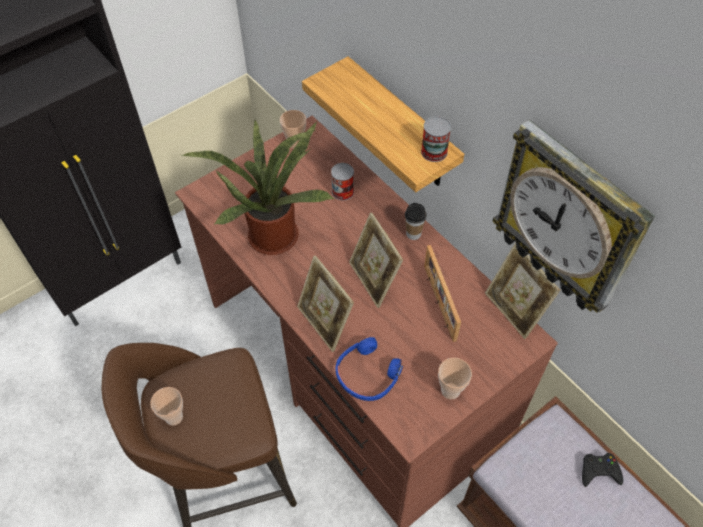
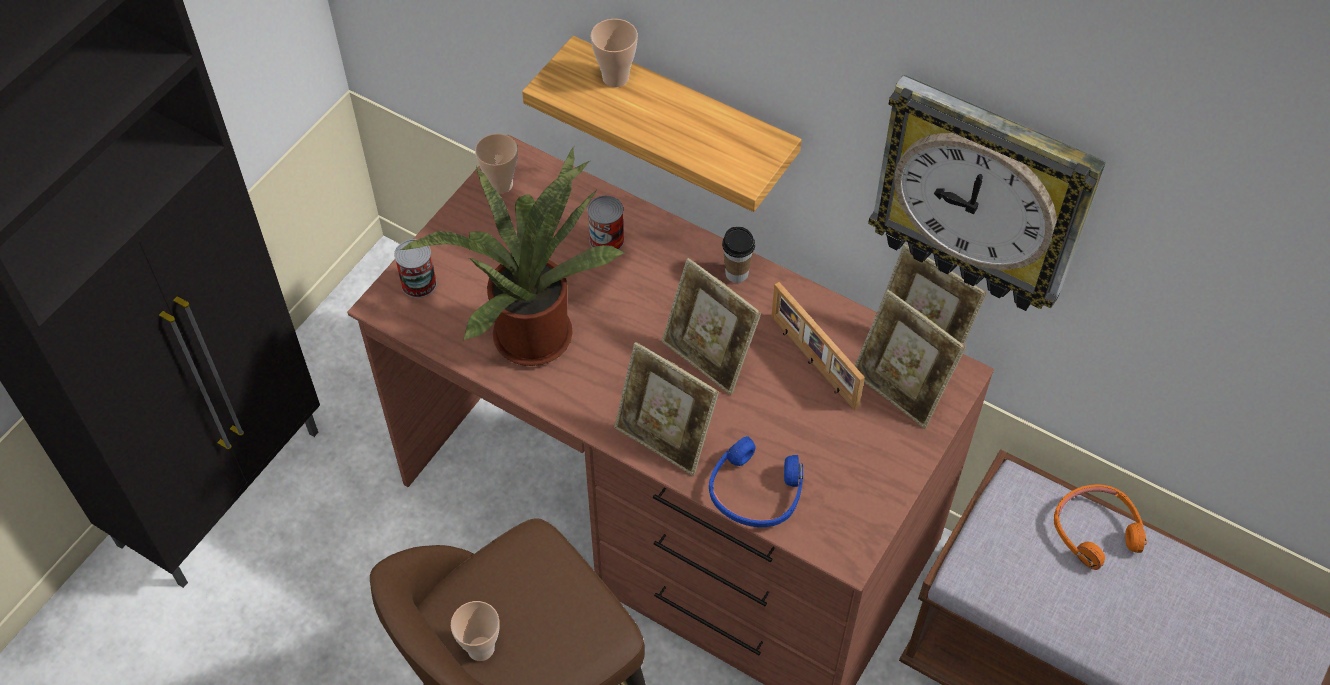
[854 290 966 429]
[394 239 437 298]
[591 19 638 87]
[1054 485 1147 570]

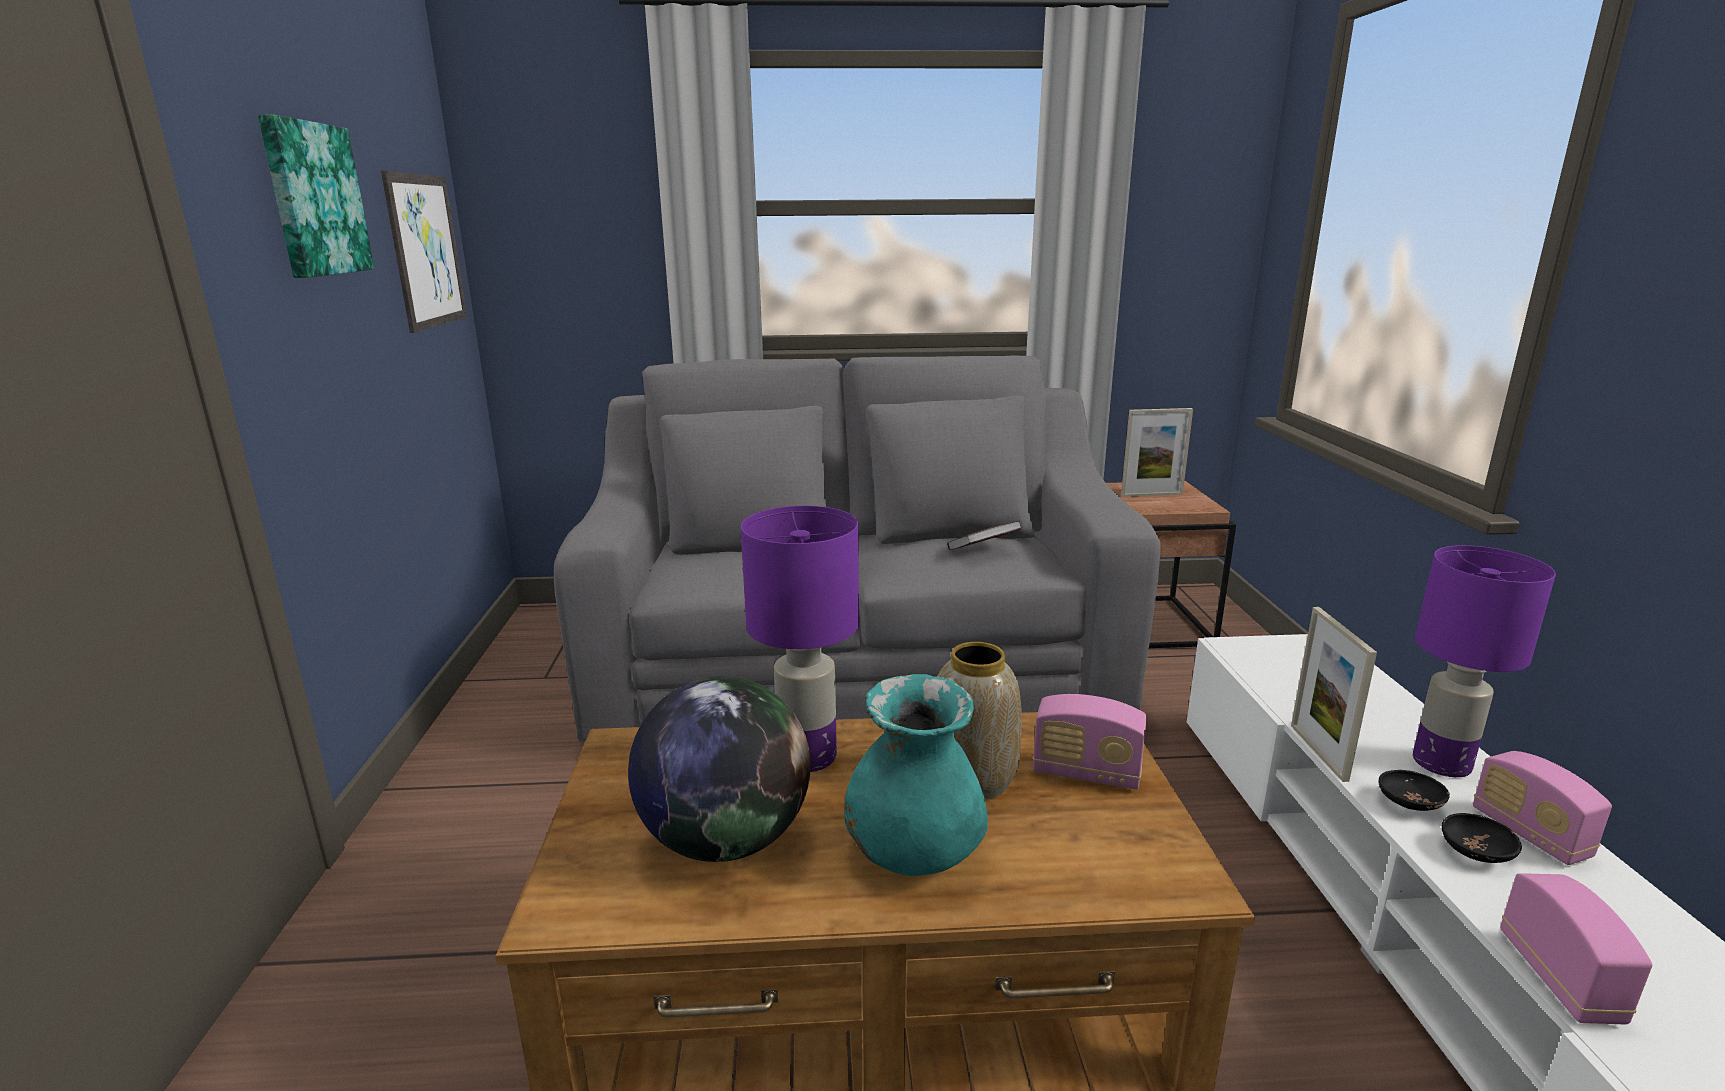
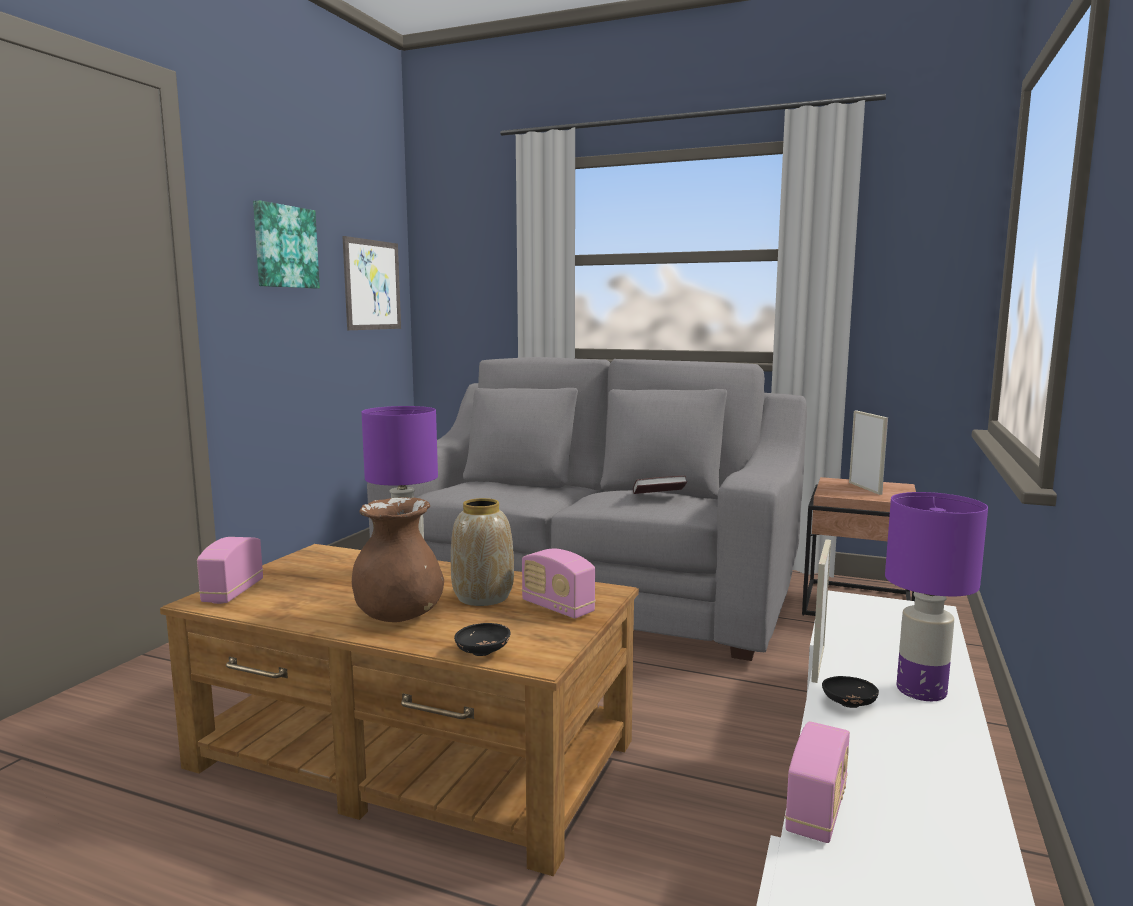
[628 676 811 862] (first image)
[454 623 510 656]
[197 537 263 604]
[352 497 444 622]
[849 411 888 495]

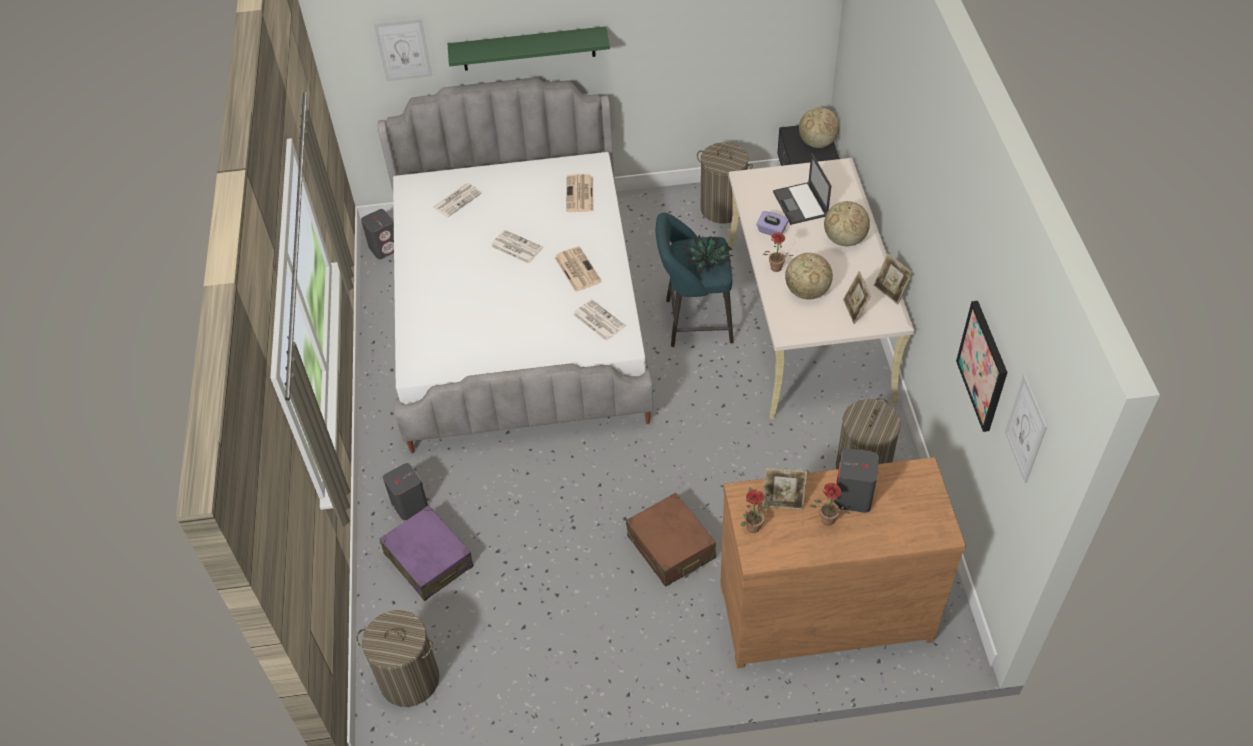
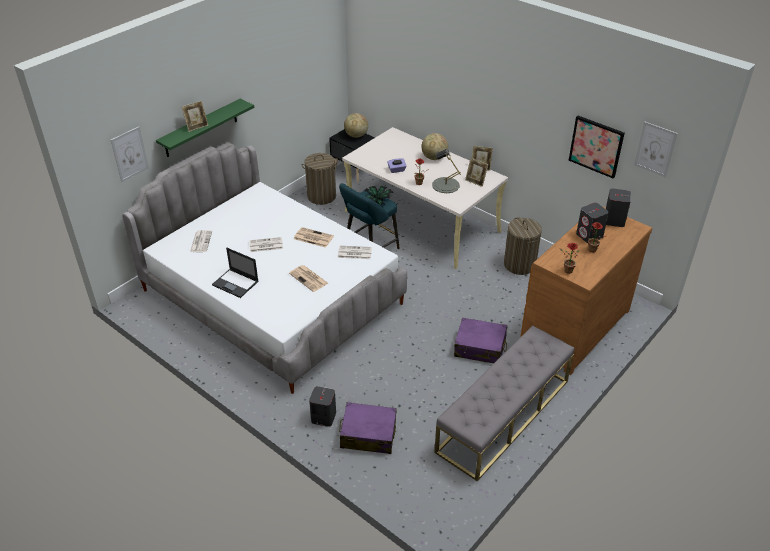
[356 610 439 707] (first image)
[434 326 575 481]
[606 188 631 227]
[289 265 328 292]
[182 101 208 132]
[212 247 259 298]
[432 149 461 193]
[454 318 507 363]

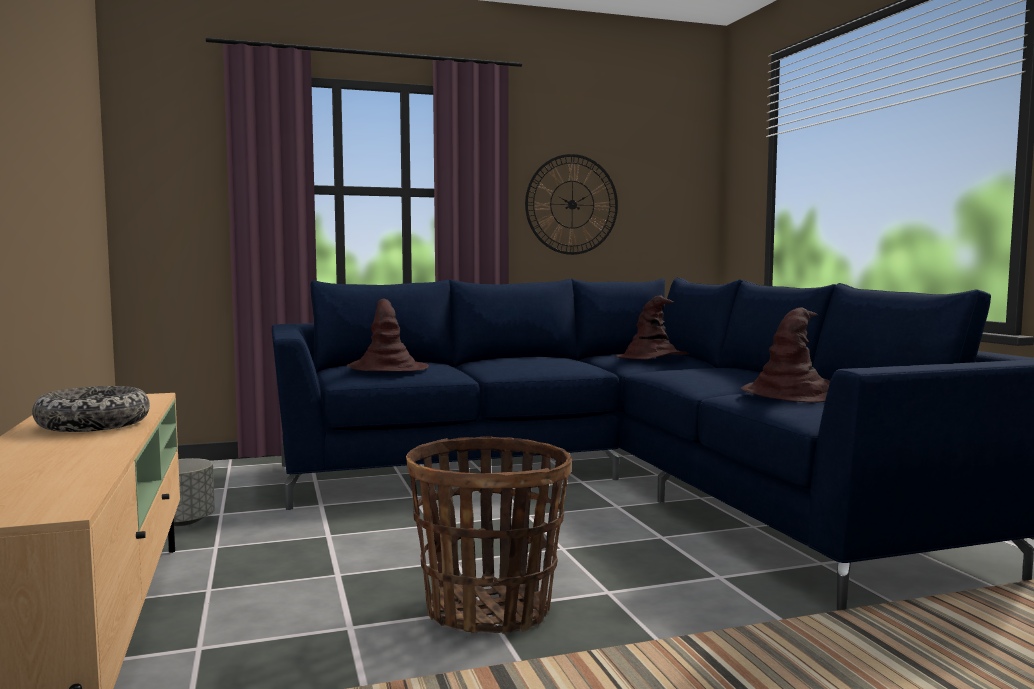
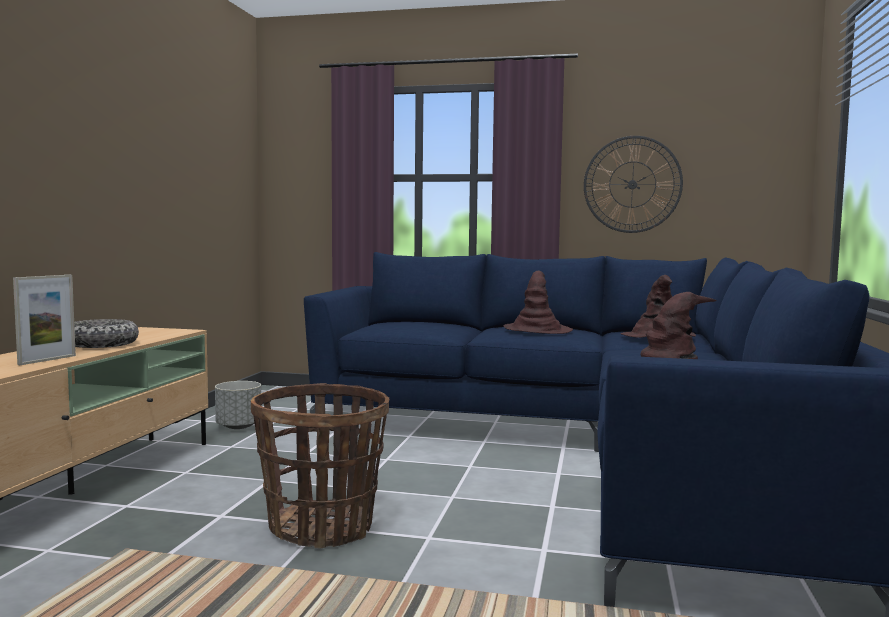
[13 275 76 365]
[503 270 573 334]

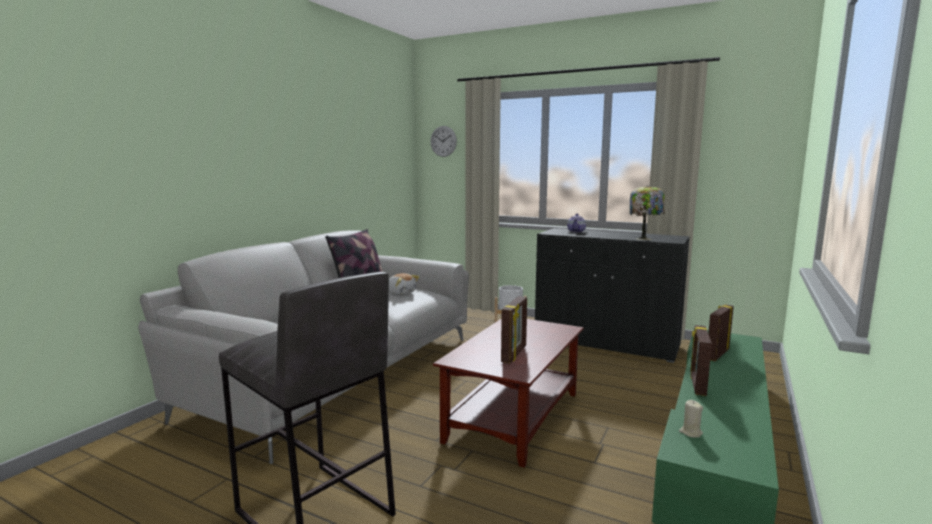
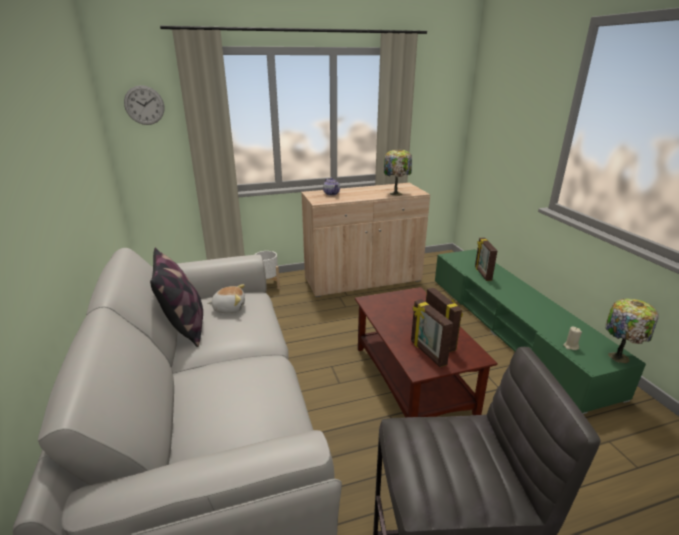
[606 299 659 363]
[411 299 453 367]
[301 183 430 297]

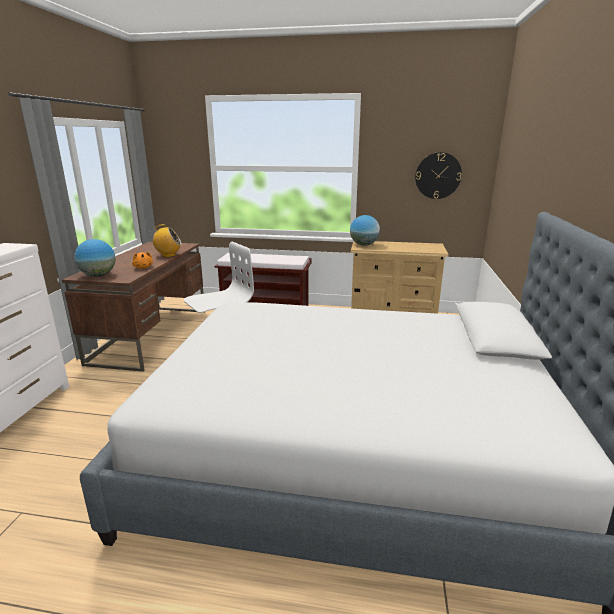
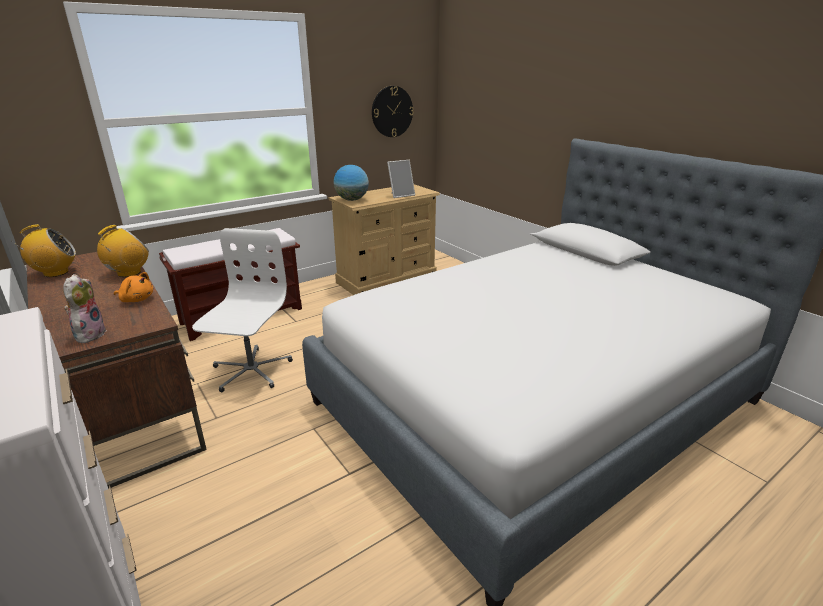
[11 224 76 277]
[387 160 415 198]
[63 274 107 343]

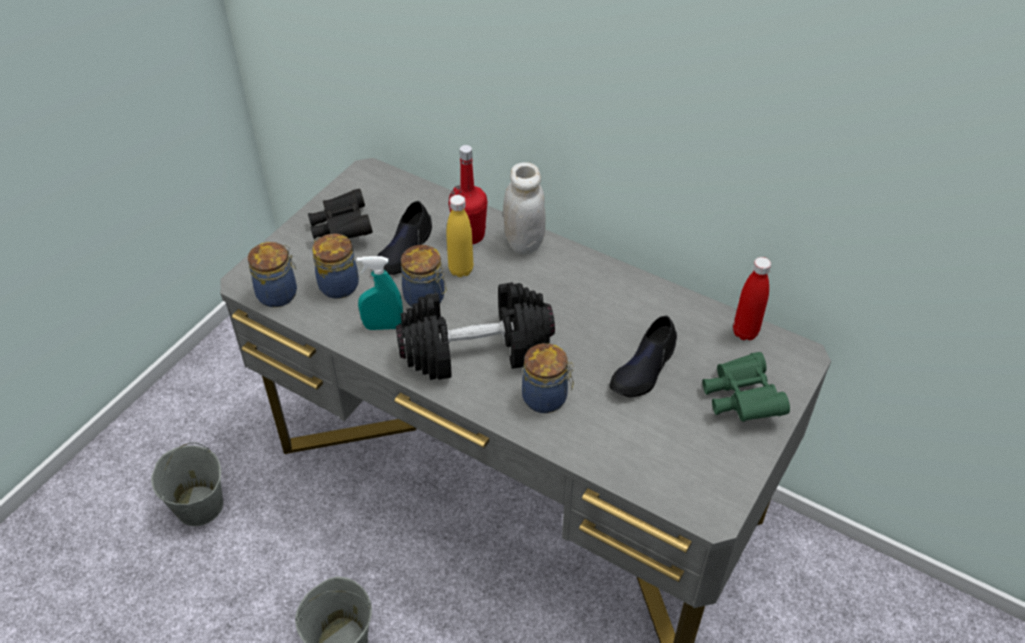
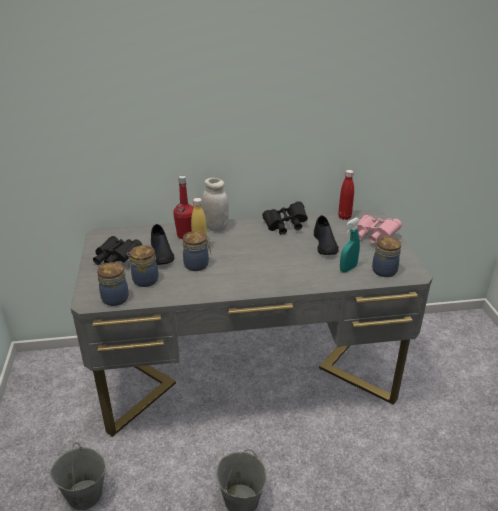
[396 282 555 380] (first image)
[262 201 308 235]
[340 218 360 273]
[372 237 401 277]
[357 215 402 243]

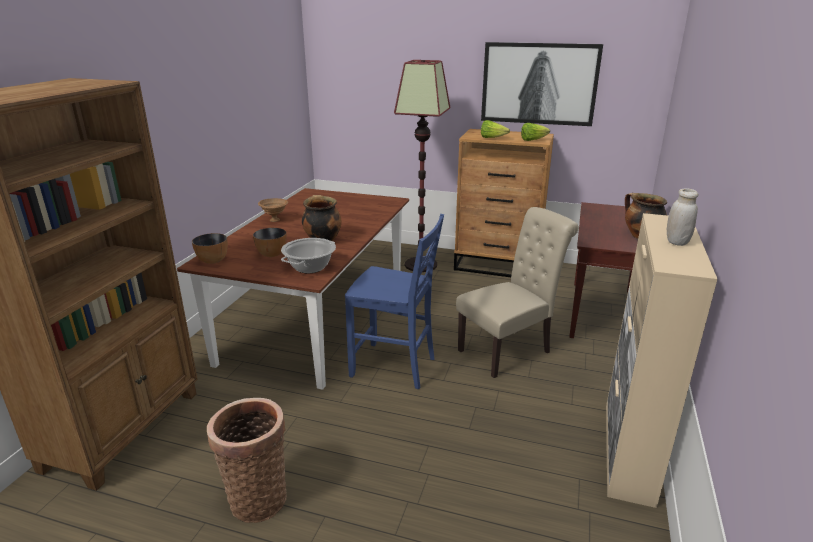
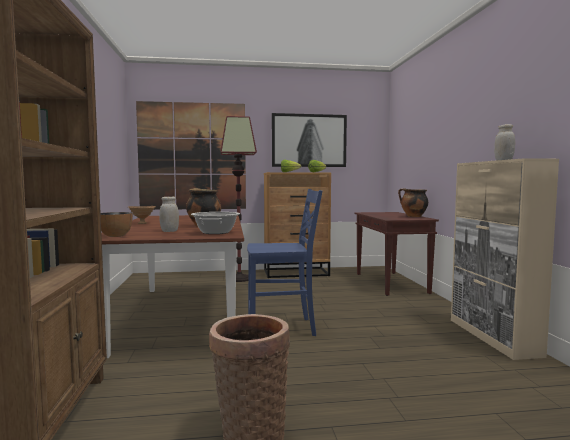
[456 207 579 378] (first image)
[136 101 246 210]
[159 196 179 232]

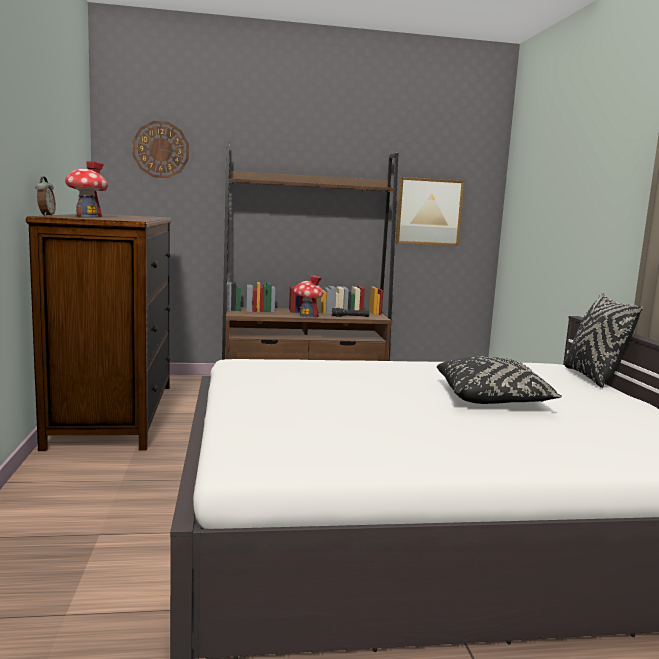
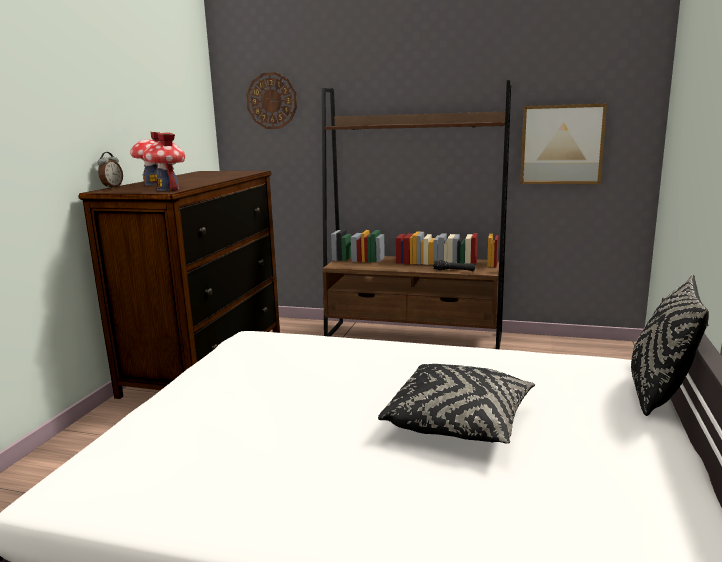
[142 132 185 191]

